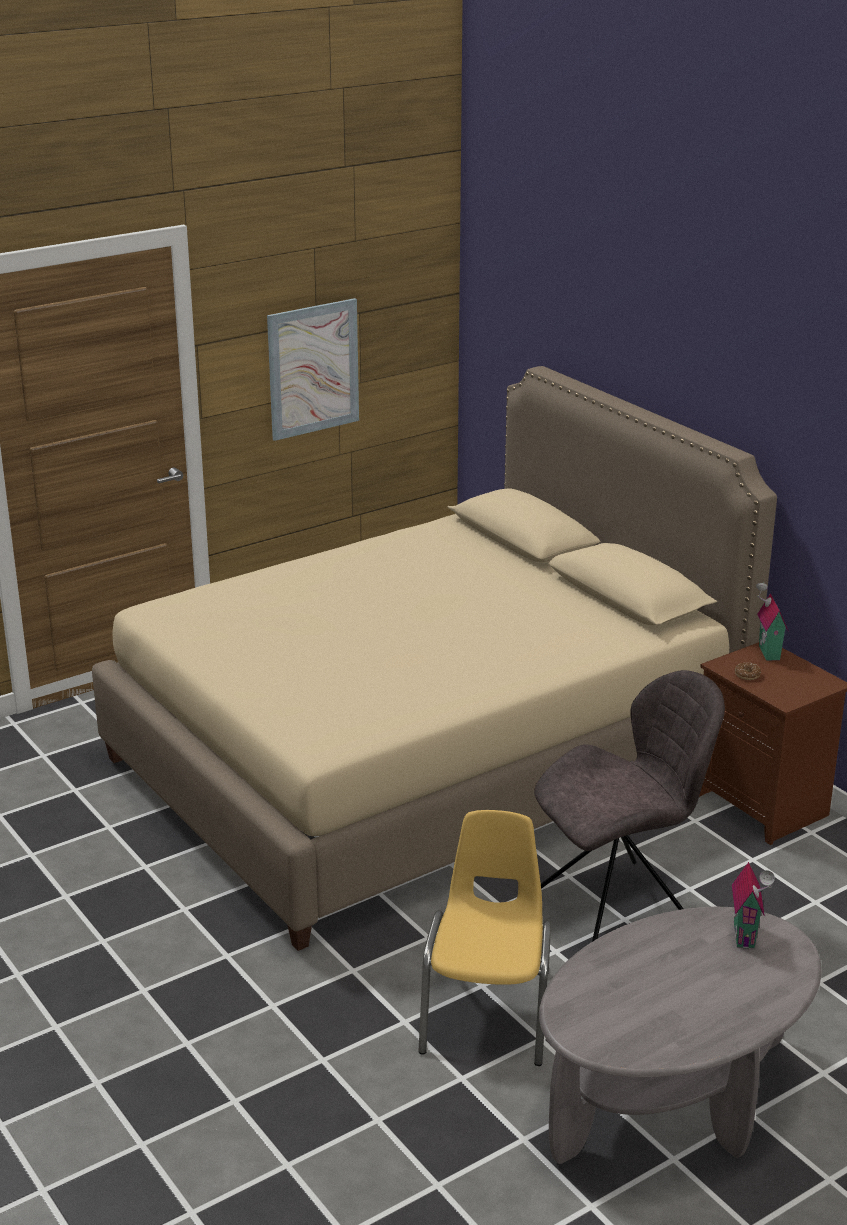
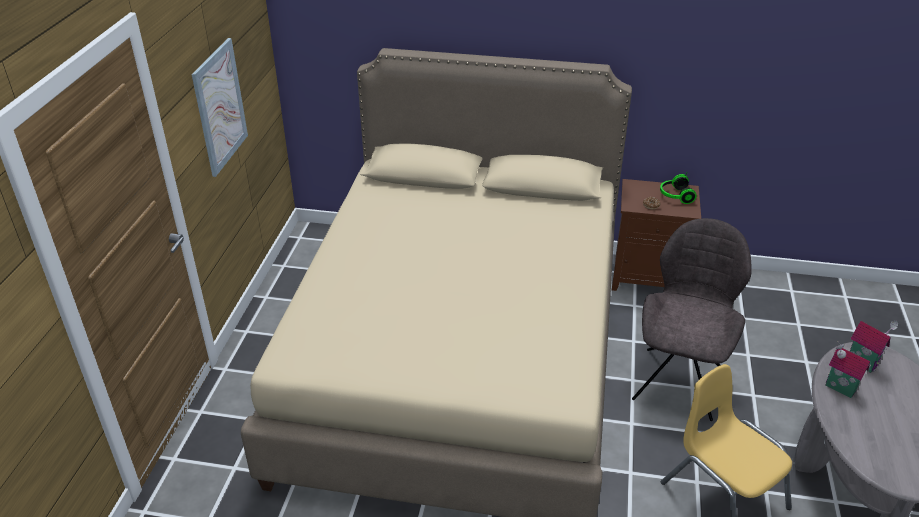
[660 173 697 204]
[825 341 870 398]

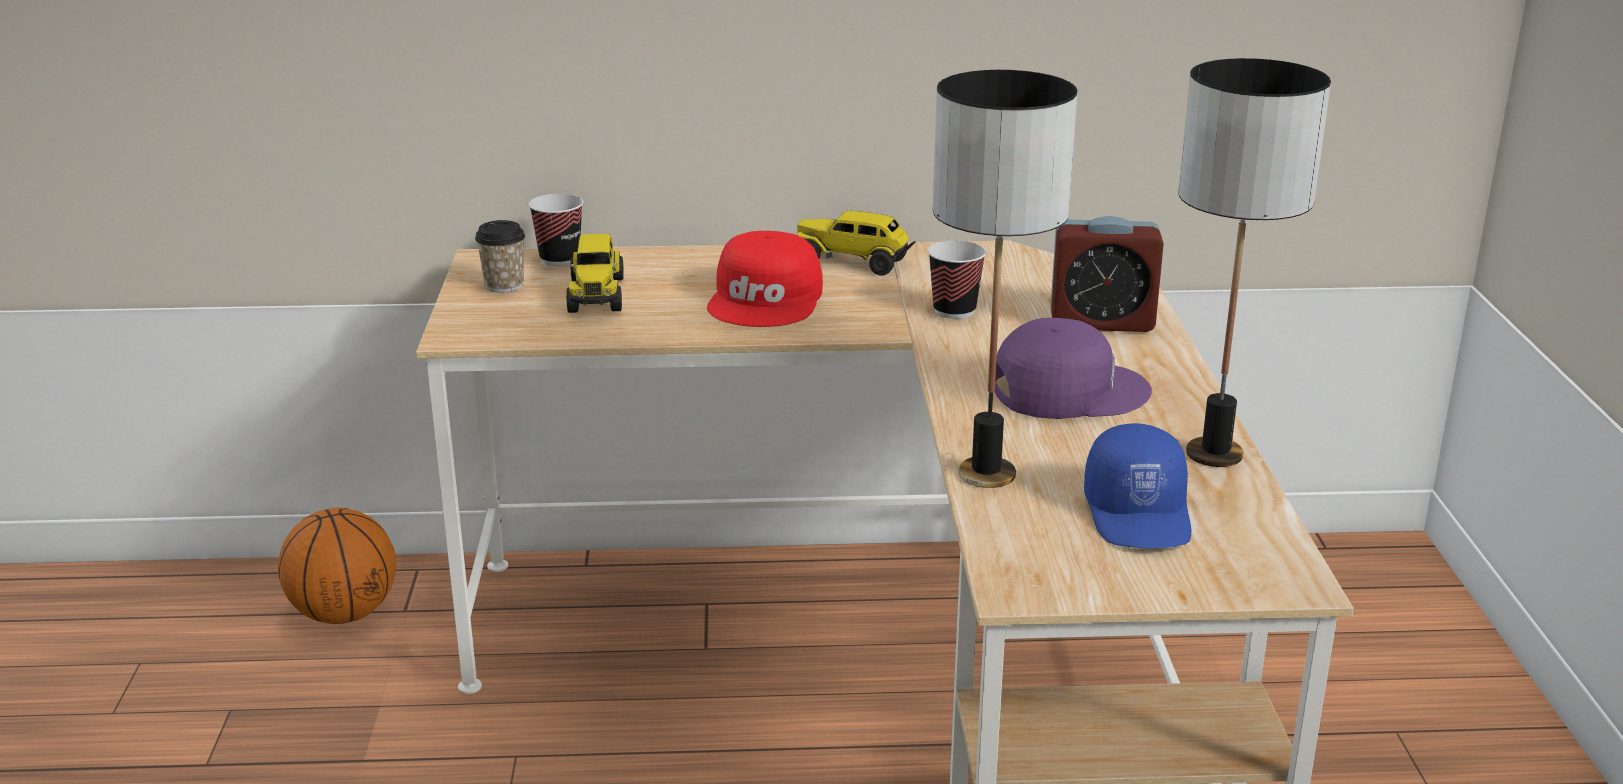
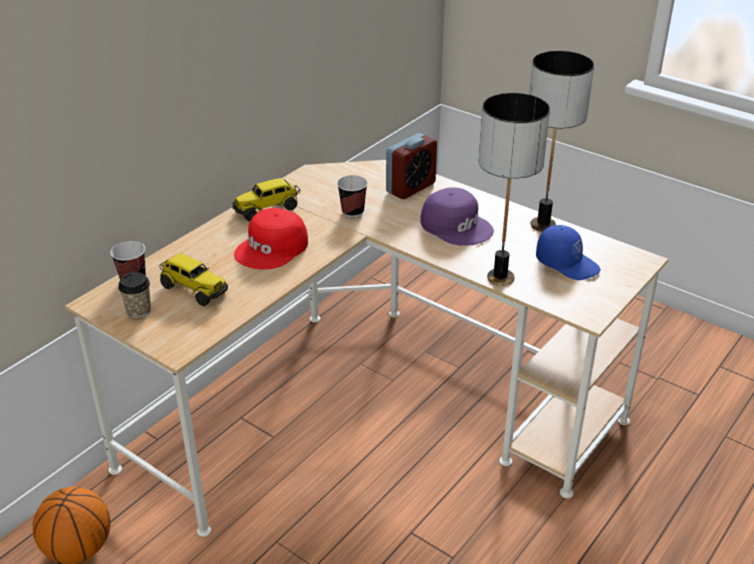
[234 208 308 269]
[420 187 494 246]

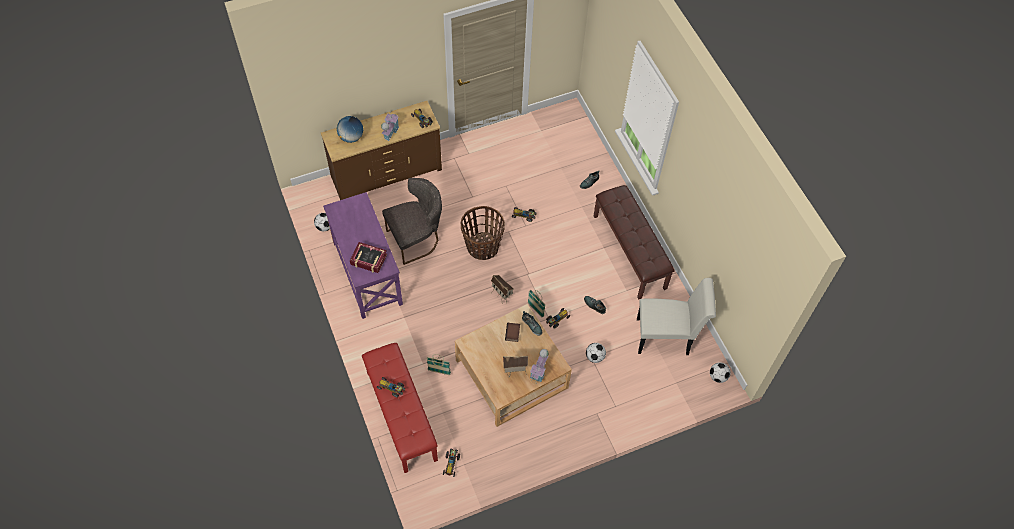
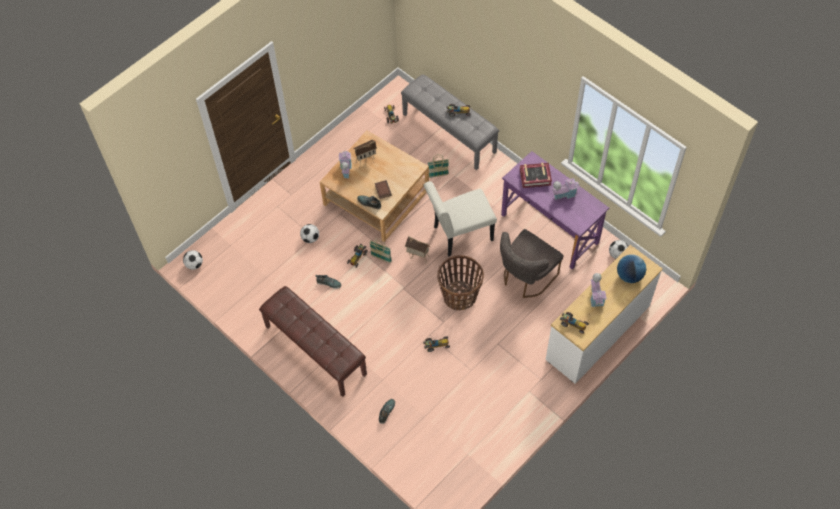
[552 178 580 200]
[423 181 497 256]
[546 245 663 384]
[401 74 499 170]

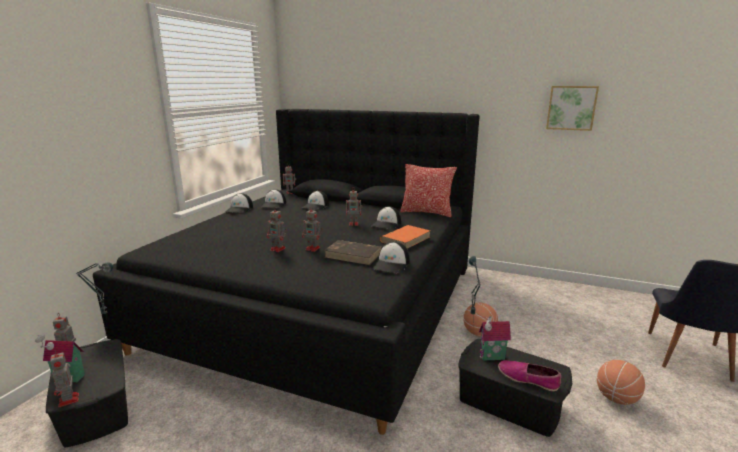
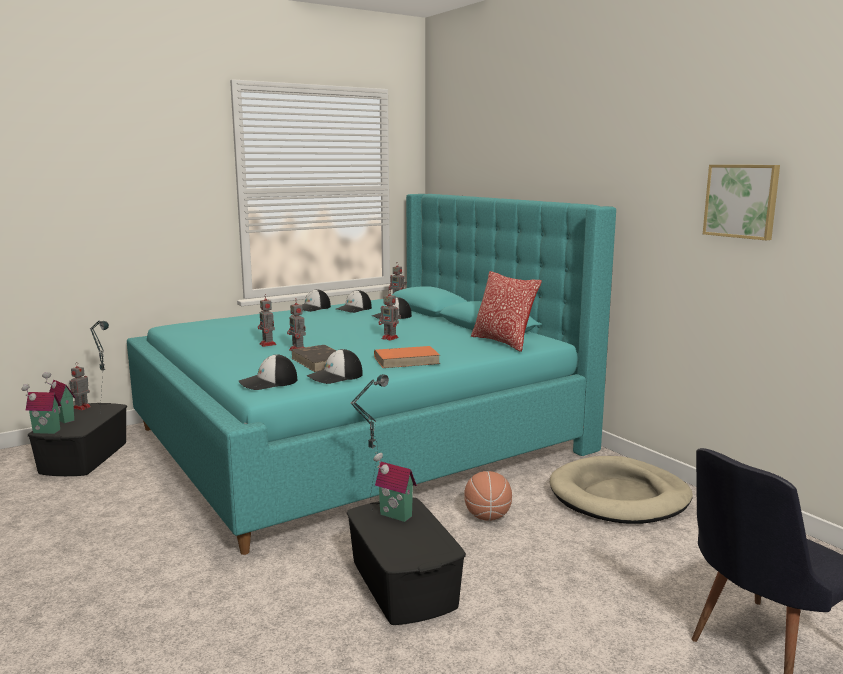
[498 360 561 391] (first image)
[597 360 645 405] (first image)
[550 456 693 524]
[239 354 297 390]
[22 384 61 434]
[127 194 616 555]

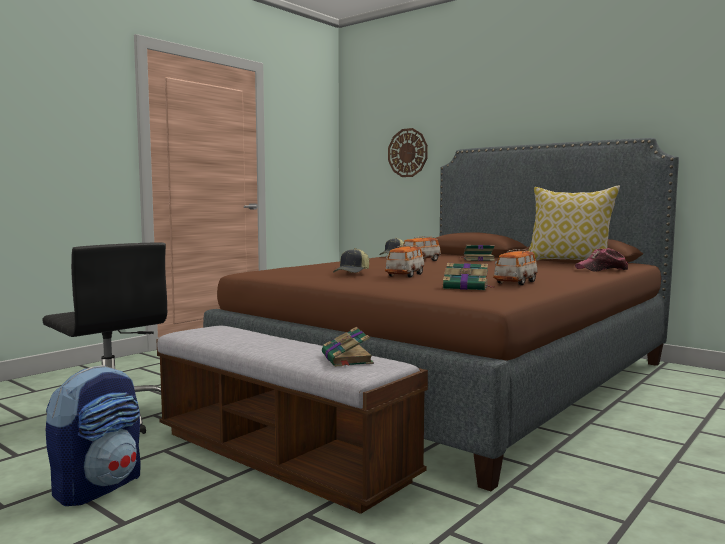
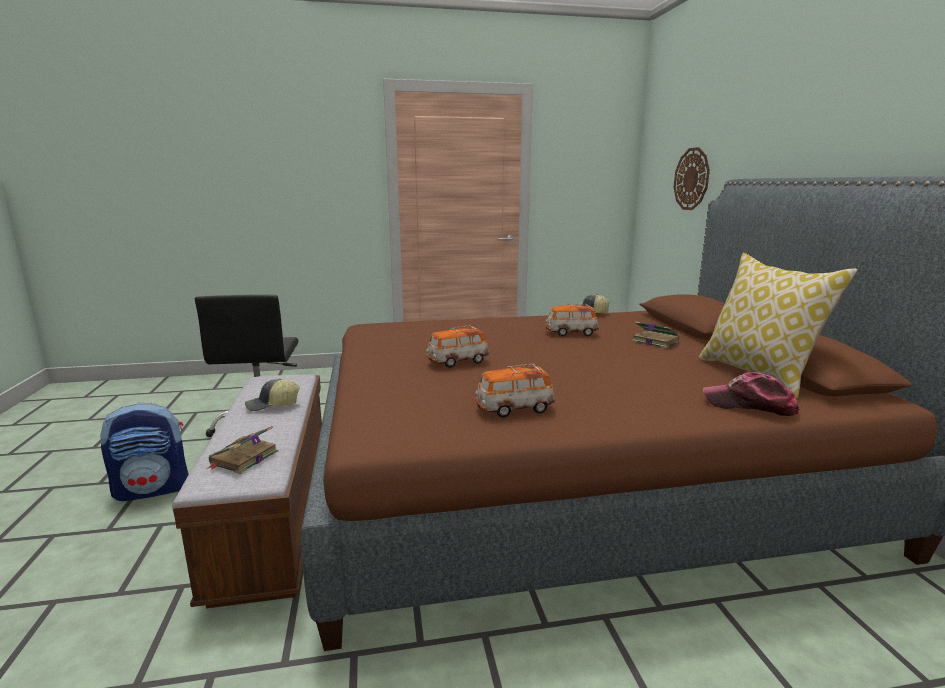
[443 263 494 290] (first image)
[245 379 299 411]

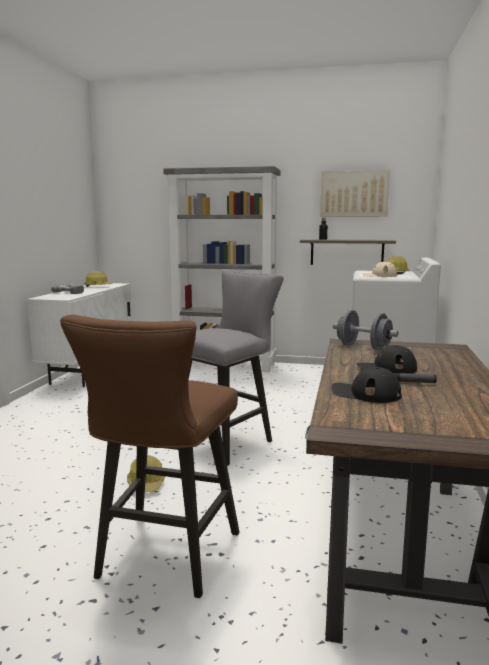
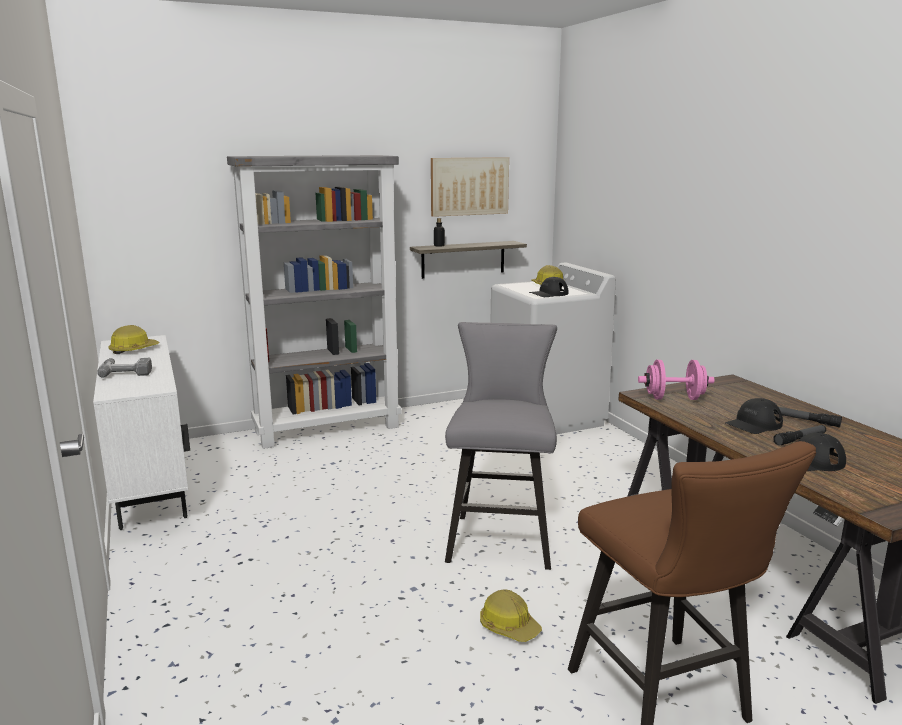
[774 407 842 427]
[638 360 714 400]
[529 277 569 297]

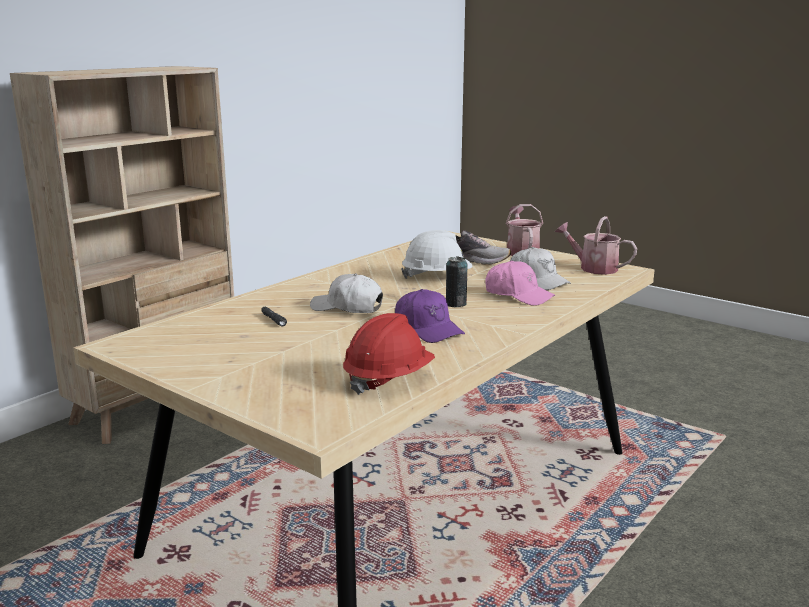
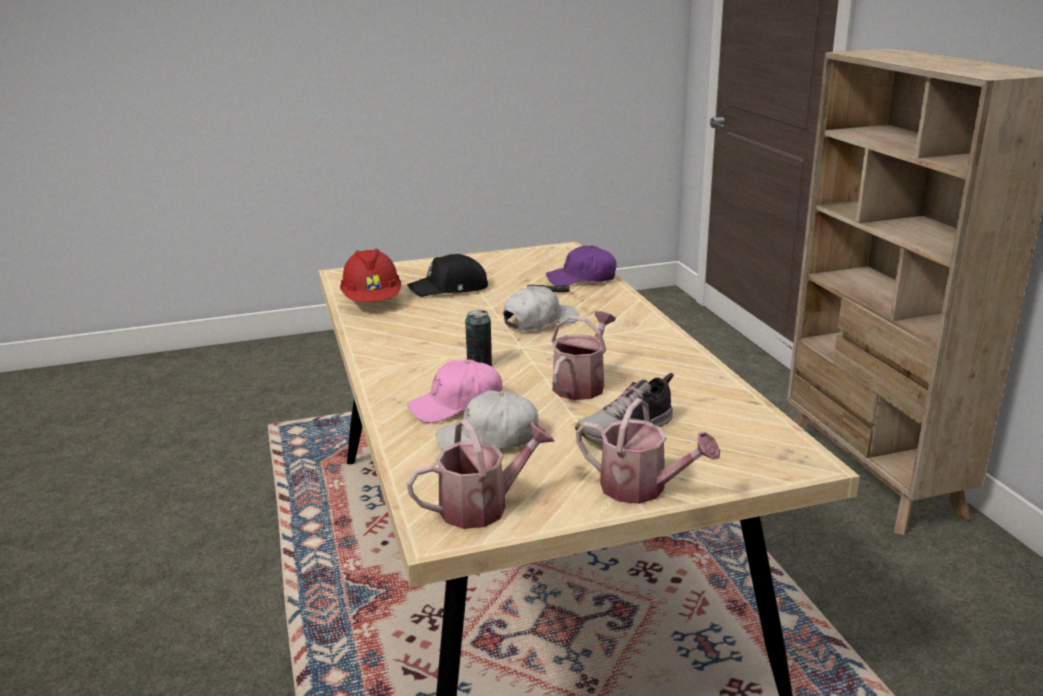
[407 254 488 297]
[546 245 617 286]
[551 311 616 400]

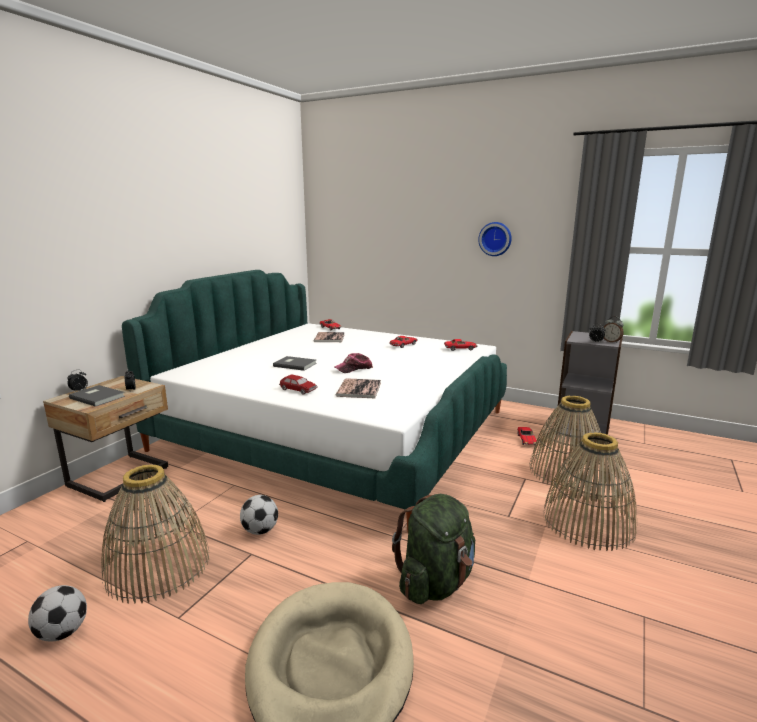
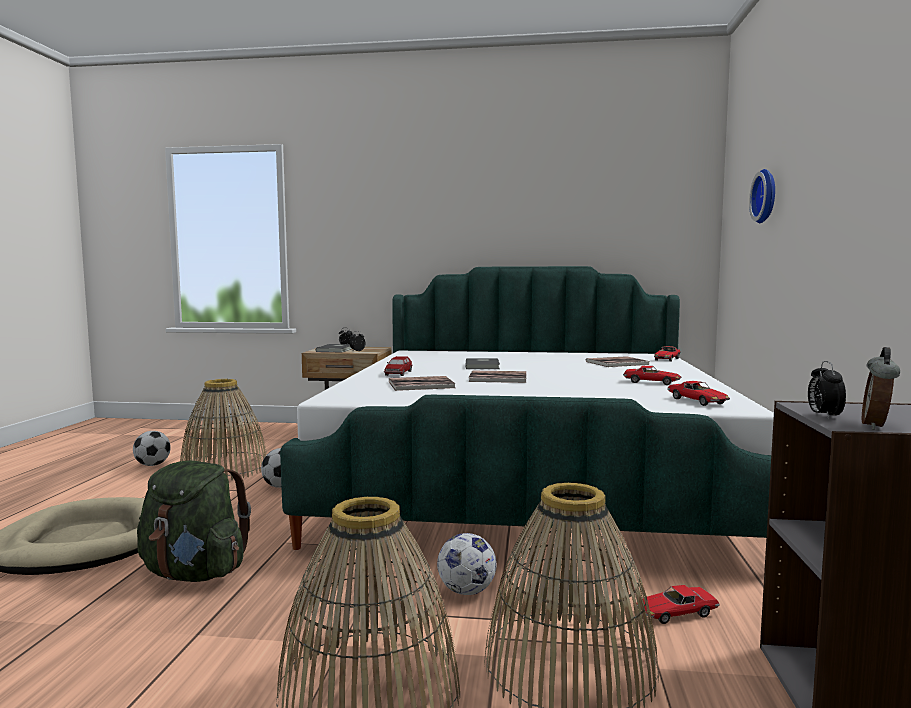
[437 533 497 595]
[749 169 775 223]
[468 371 526 383]

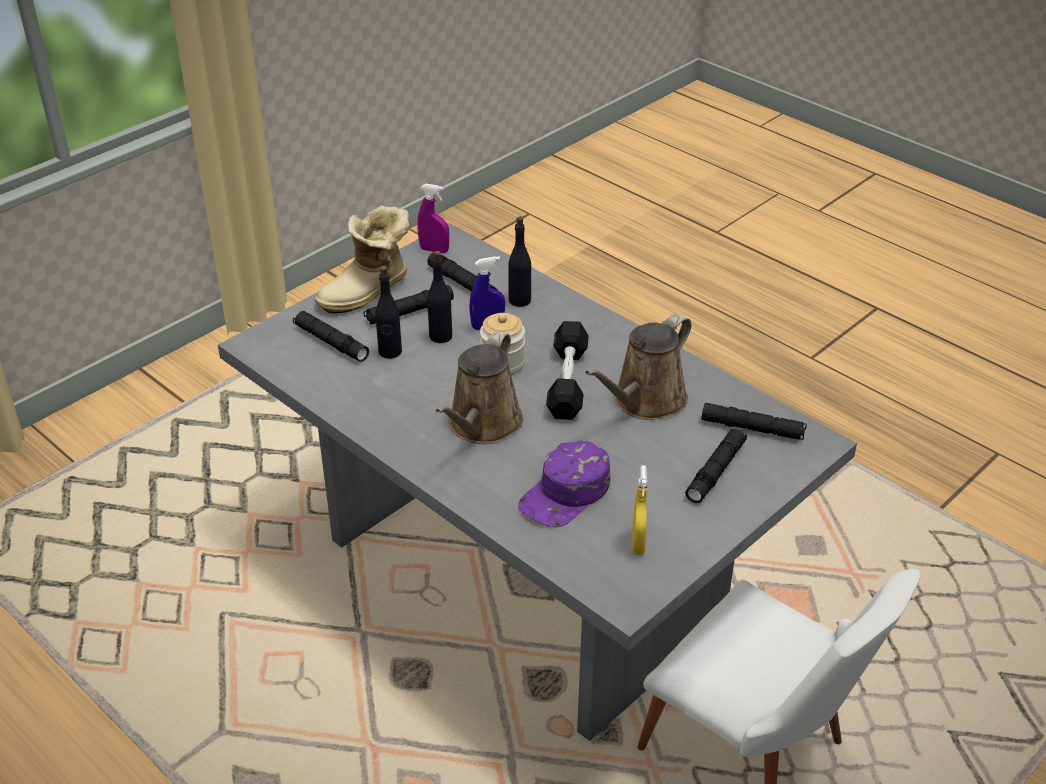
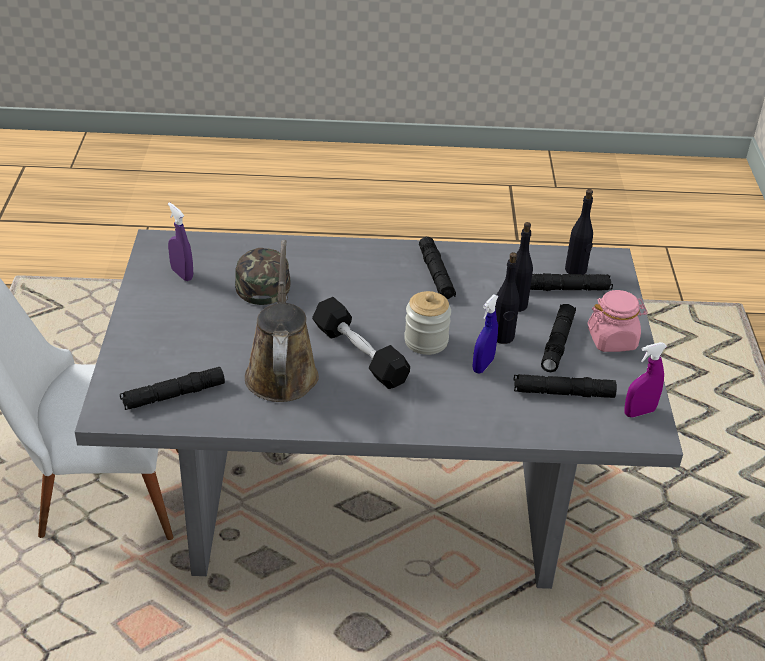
[436 331 523 444] (first image)
[565 189 593 275]
[419 237 456 299]
[587 290 648 352]
[235 248 291 305]
[168 202 193 281]

